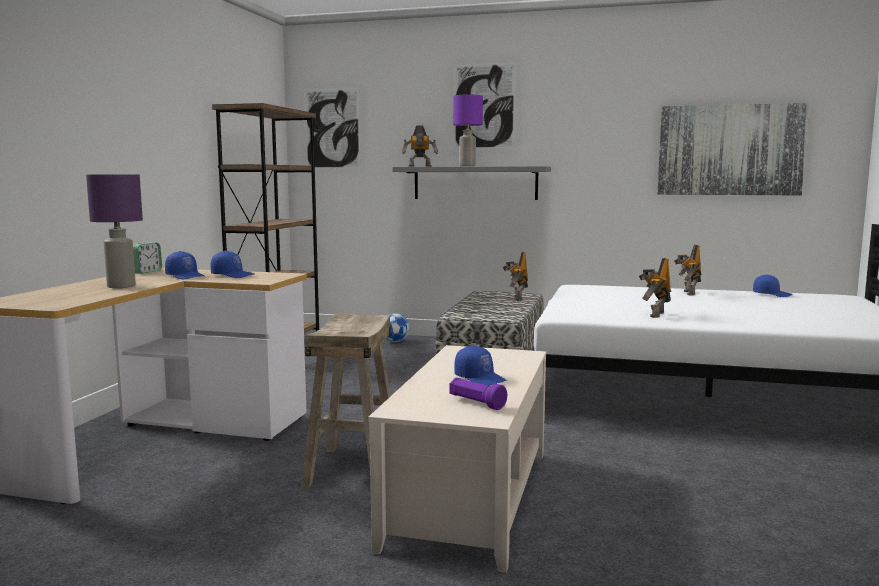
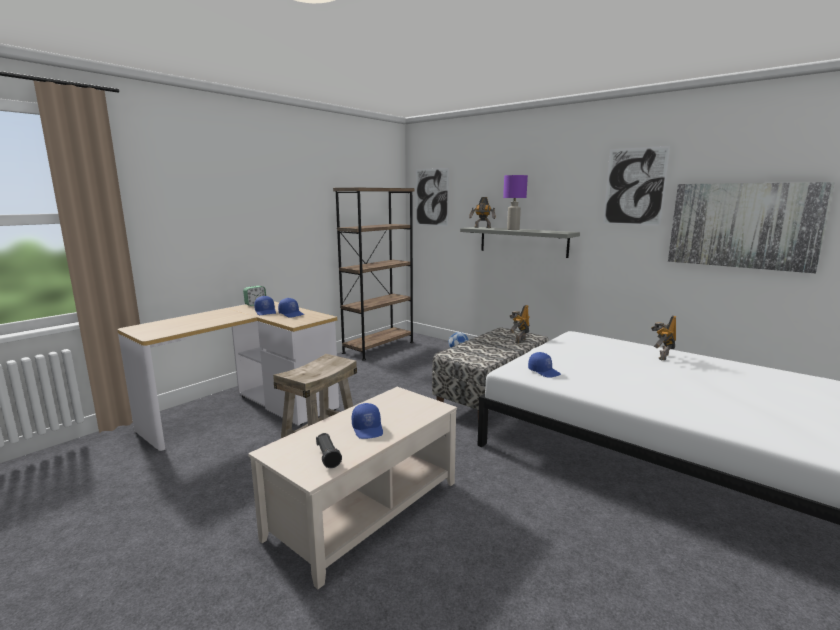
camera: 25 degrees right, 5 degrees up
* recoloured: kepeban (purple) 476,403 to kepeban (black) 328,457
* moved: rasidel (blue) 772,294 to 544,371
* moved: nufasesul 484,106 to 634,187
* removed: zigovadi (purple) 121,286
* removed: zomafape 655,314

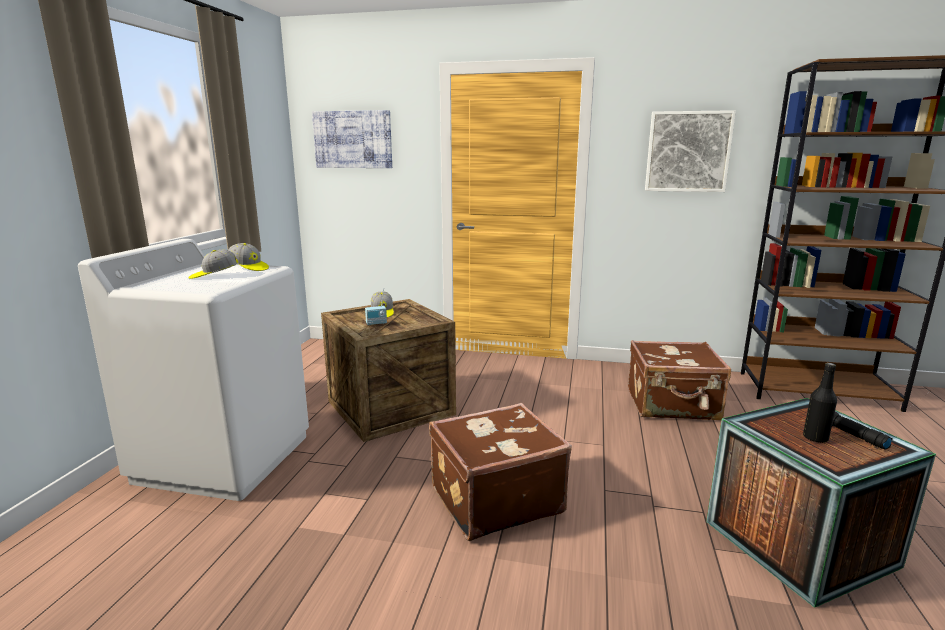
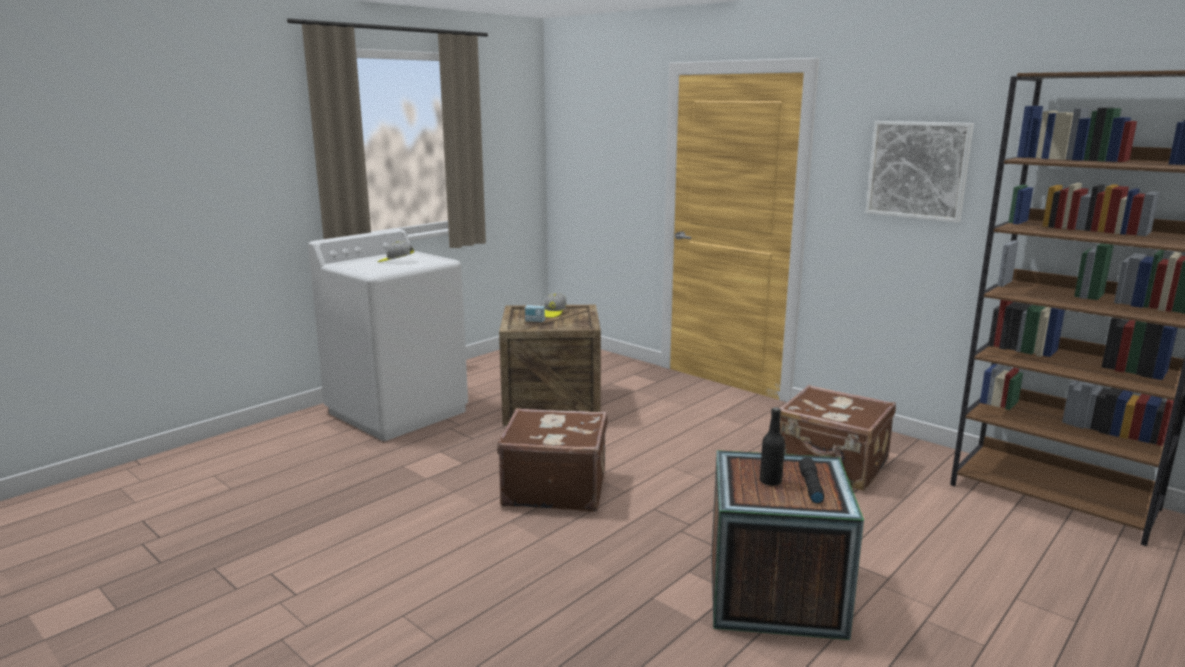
camera: 30 degrees right, 0 degrees up
* removed: rasidel 249,268
* removed: nufasesul 353,139

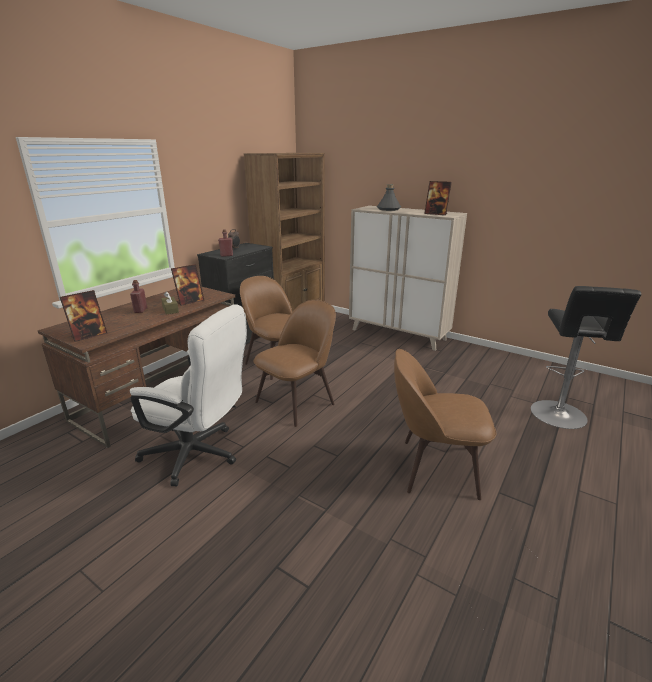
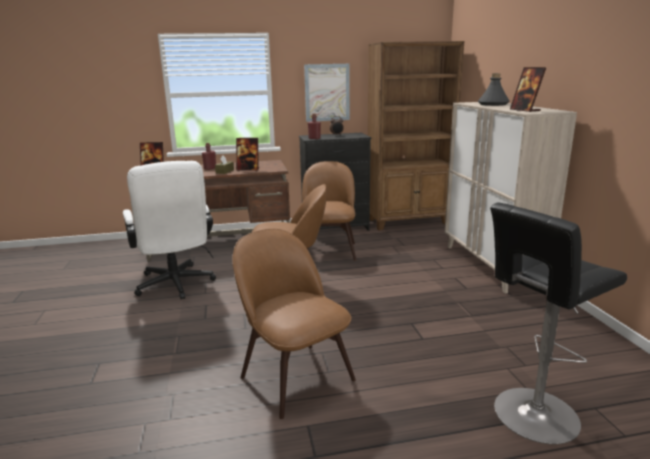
camera: 45 degrees right, 5 degrees down
* added: nufasesul 327,92

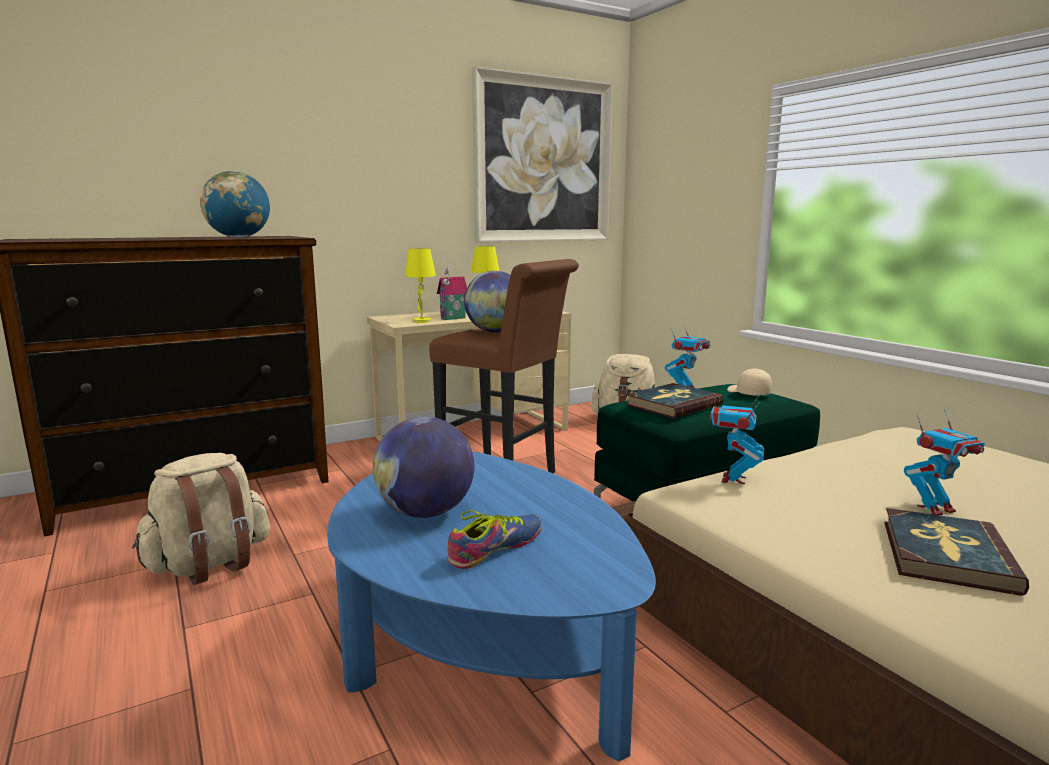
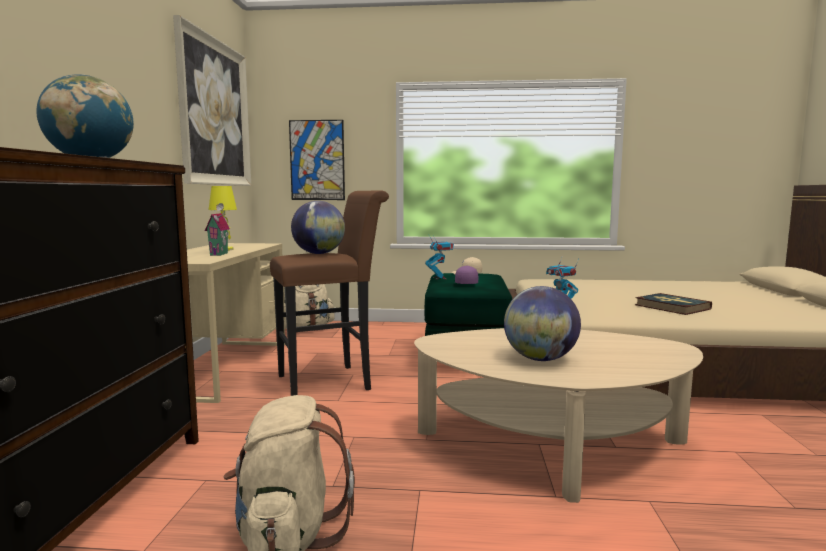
camera: 55 degrees left, 5 degrees down
* added: nufasesul 317,160
* recoloured: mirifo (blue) 480,642 to mirifo (beige) 552,446
* replaced: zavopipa 673,405 to rasidel (purple) 465,283
* removed: zigovadi (yellow) 422,321
* removed: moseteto 495,548
* removed: zomafape 935,509

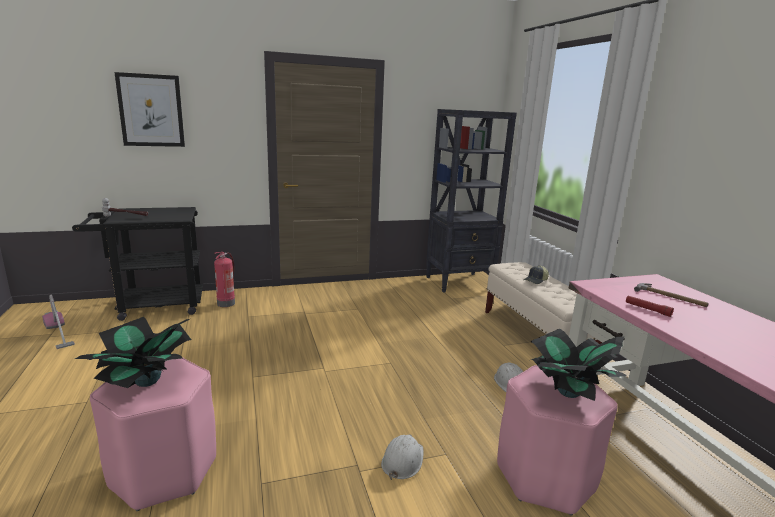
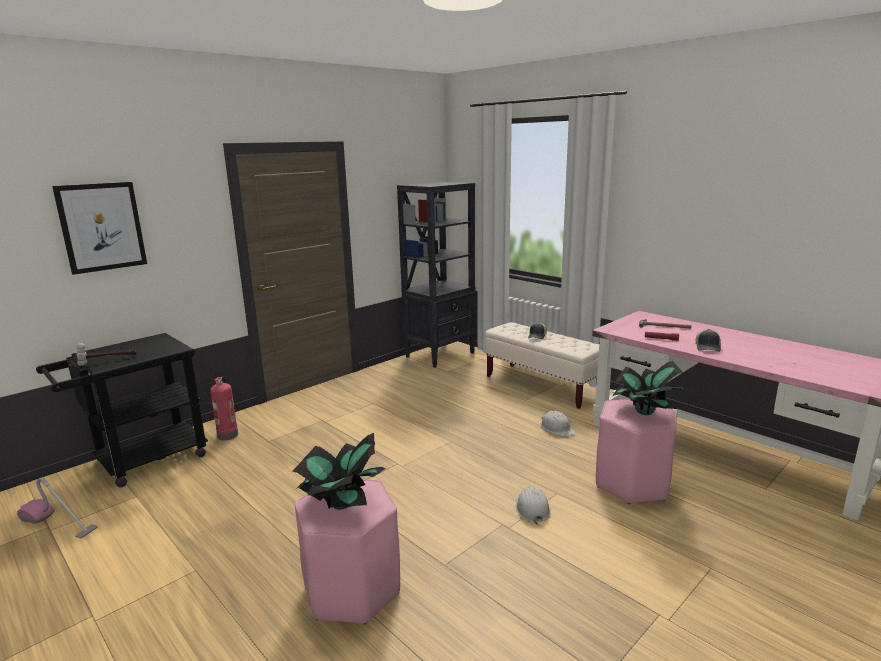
camera: 25 degrees left, 0 degrees up
* added: rasidel 708,347

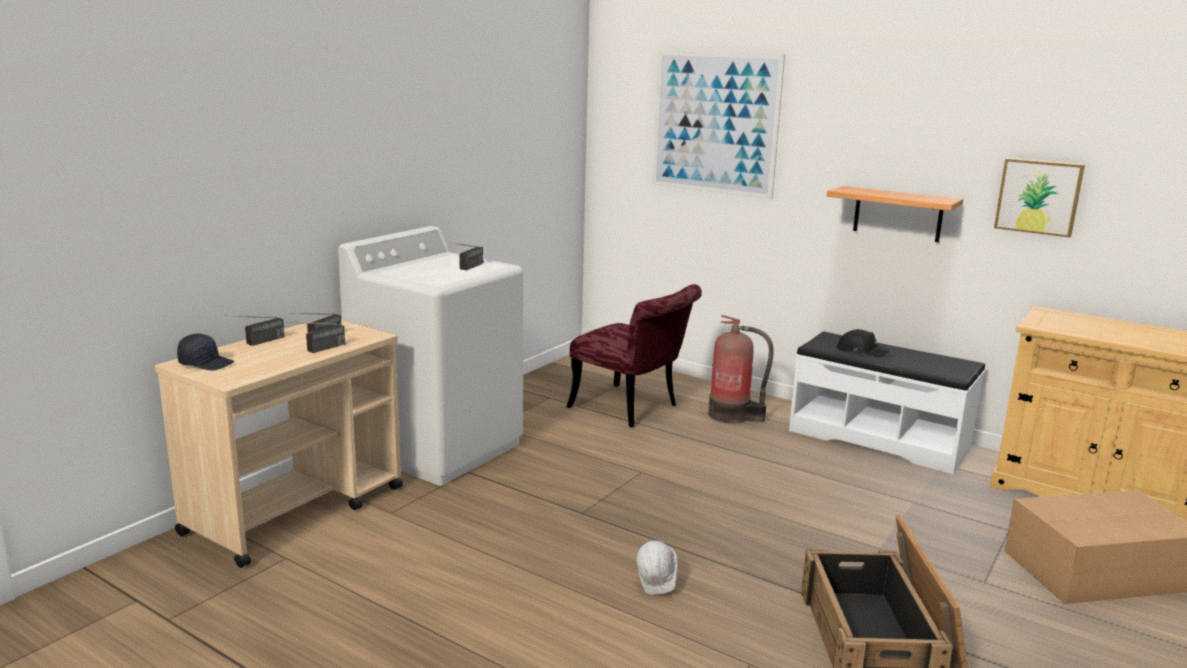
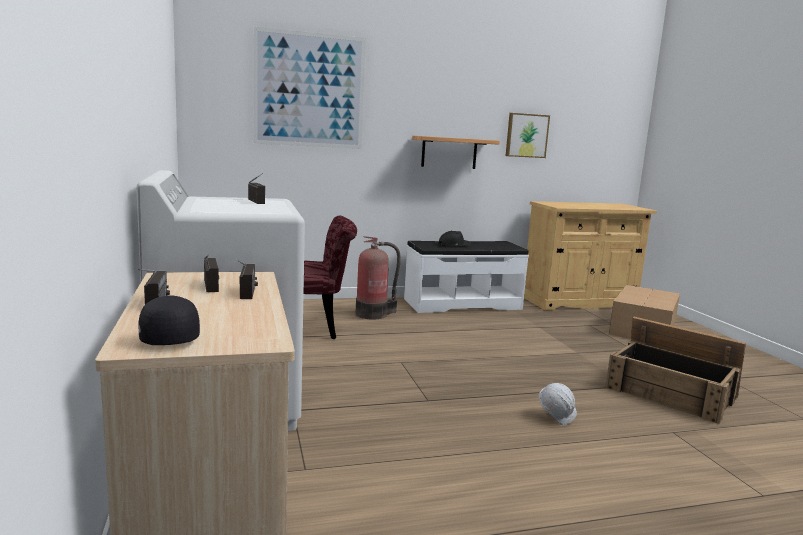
camera: 50 degrees left, 5 degrees down
* turned: rasidel (black) 206,363 = 168,337 75 degrees counterclockwise

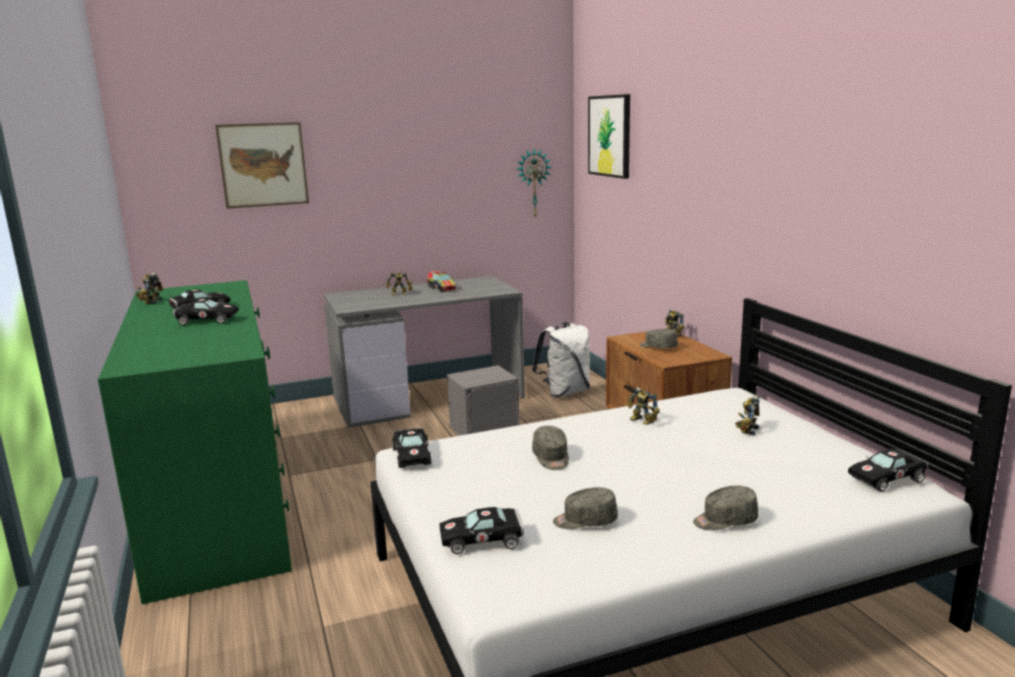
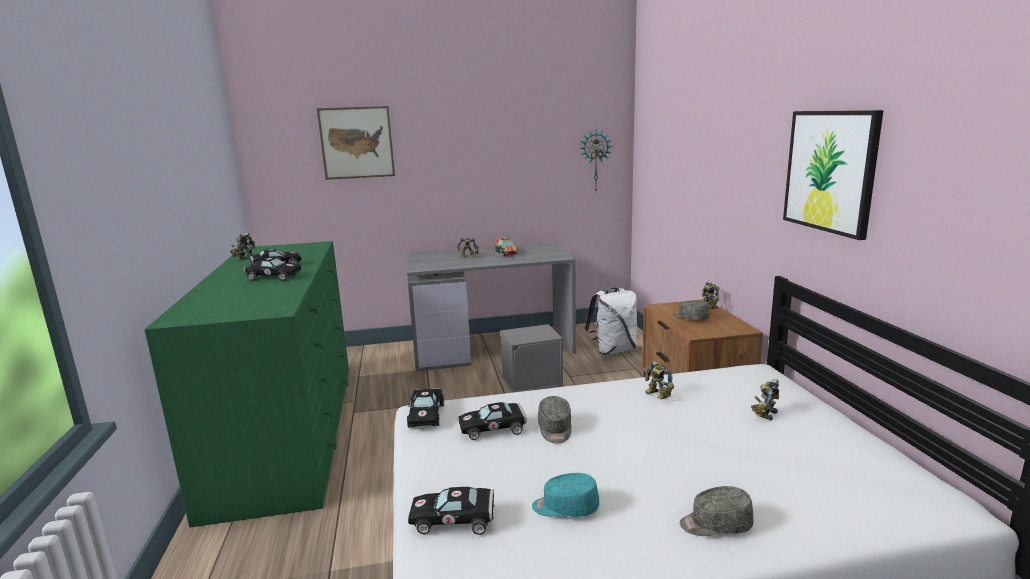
camera: 10 degrees right, 0 degrees up
* moved: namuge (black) 888,478 to 495,428
* recoloured: rasidel (grey) 585,521 to rasidel (turquoise) 565,508
* moved: nufasesul 610,136 to 830,171

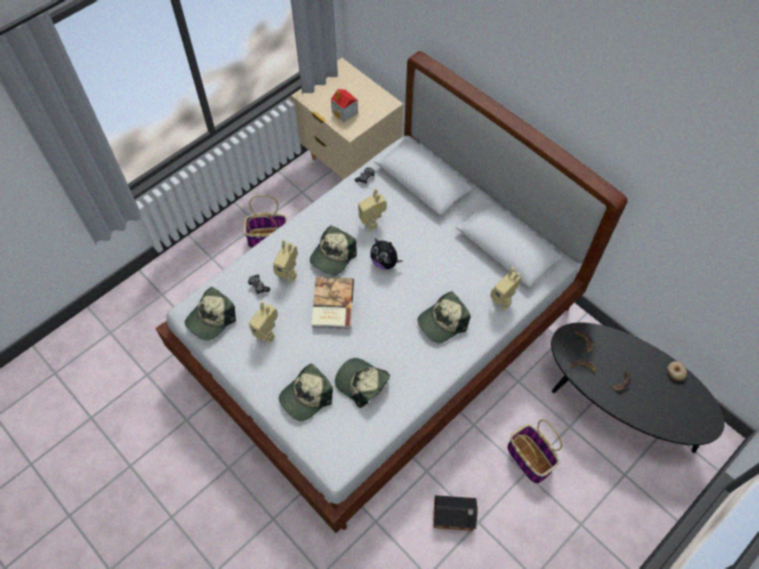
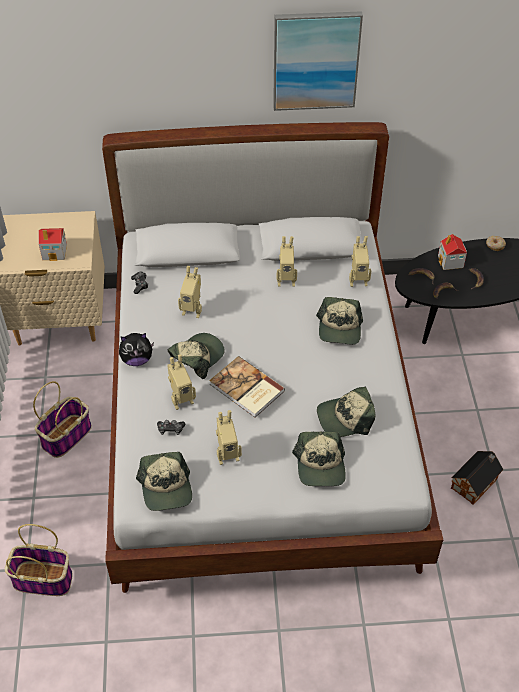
camera: 50 degrees left, 10 degrees down
* moved: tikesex 530,459 to 44,579
* moved: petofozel 385,262 to 137,360
* turned: rasidel 333,256 = 197,357 120 degrees counterclockwise
* added: nufasesul 315,60
* added: zomafape 286,280
* added: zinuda 450,262

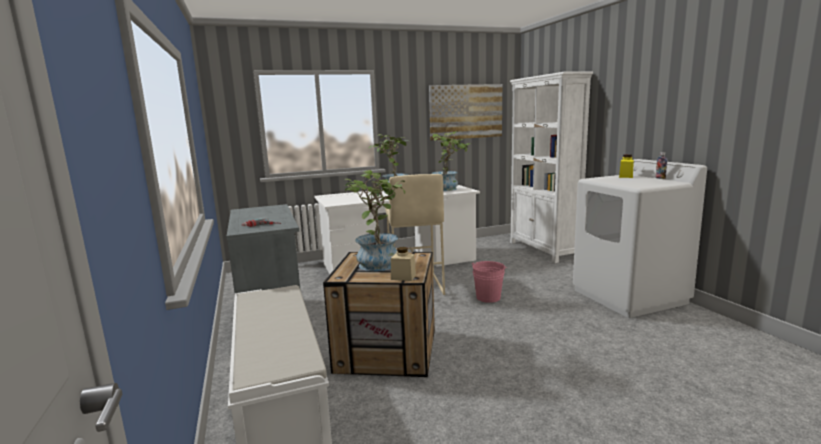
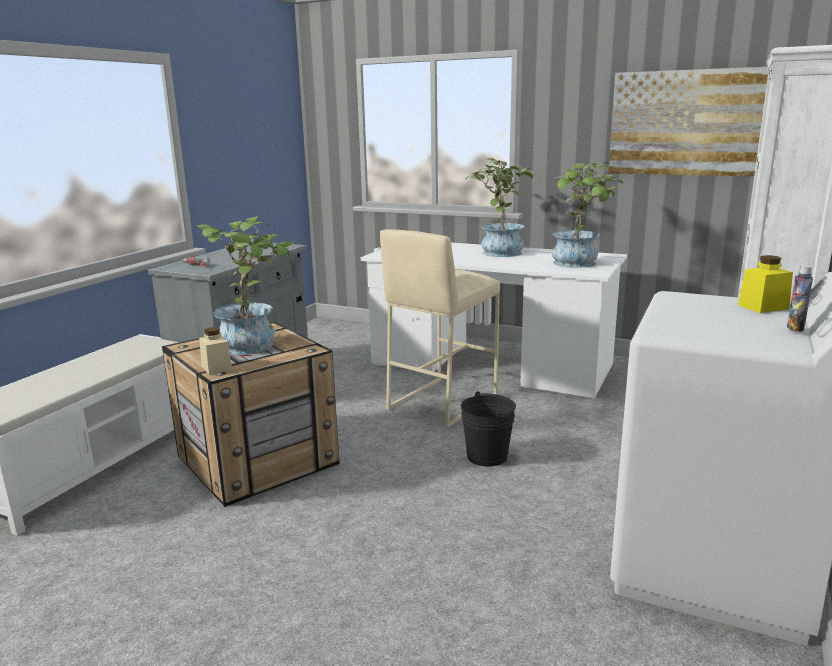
camera: 45 degrees right, 5 degrees up
* recoloured: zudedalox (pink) 488,297 to zudedalox (black) 487,456

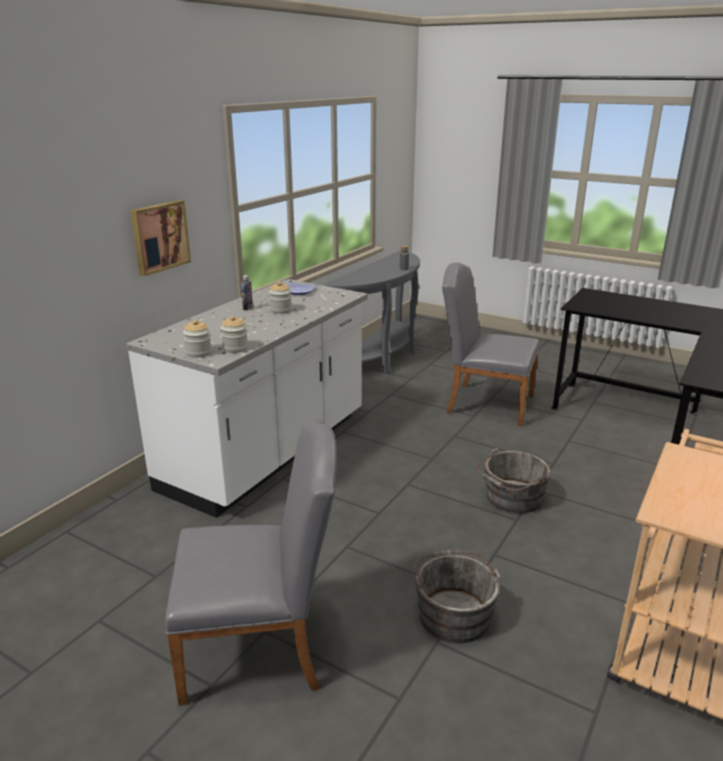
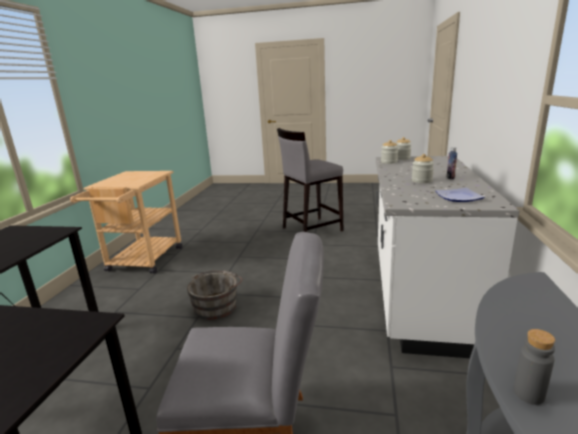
camera: 160 degrees right, 5 degrees down
* replaced: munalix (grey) 262,647 to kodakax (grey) 311,229
* removed: nufasesul 159,237
* removed: zudedalox (grey) 453,612

